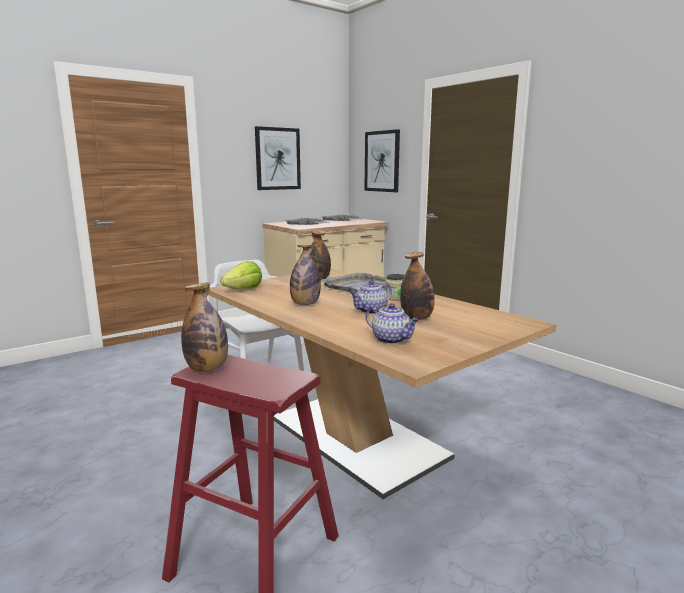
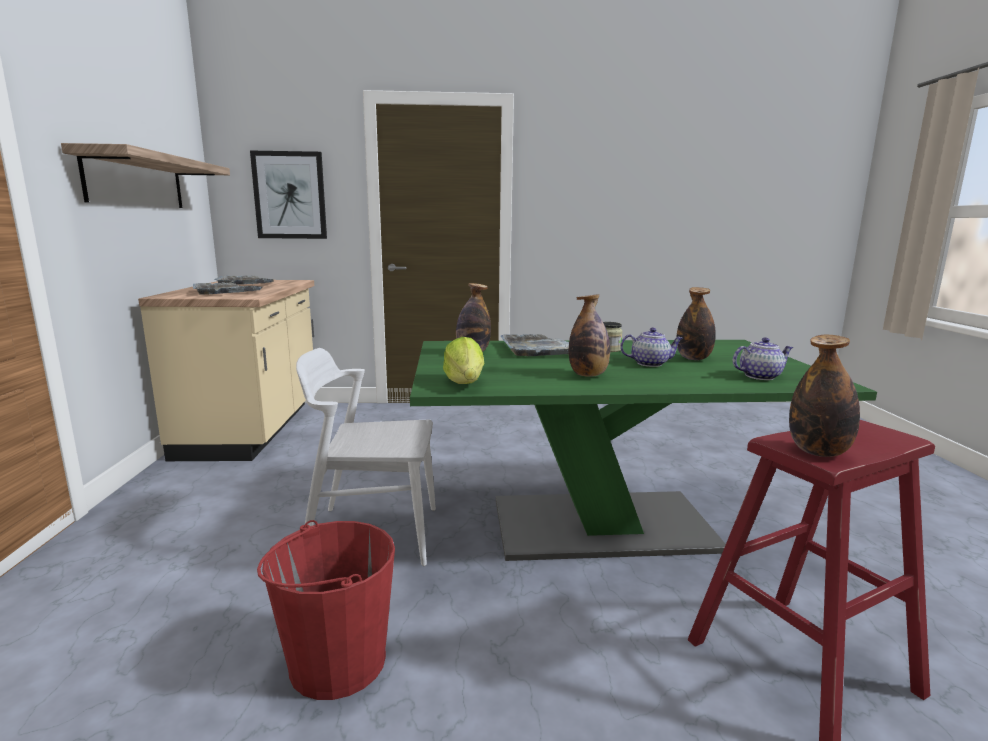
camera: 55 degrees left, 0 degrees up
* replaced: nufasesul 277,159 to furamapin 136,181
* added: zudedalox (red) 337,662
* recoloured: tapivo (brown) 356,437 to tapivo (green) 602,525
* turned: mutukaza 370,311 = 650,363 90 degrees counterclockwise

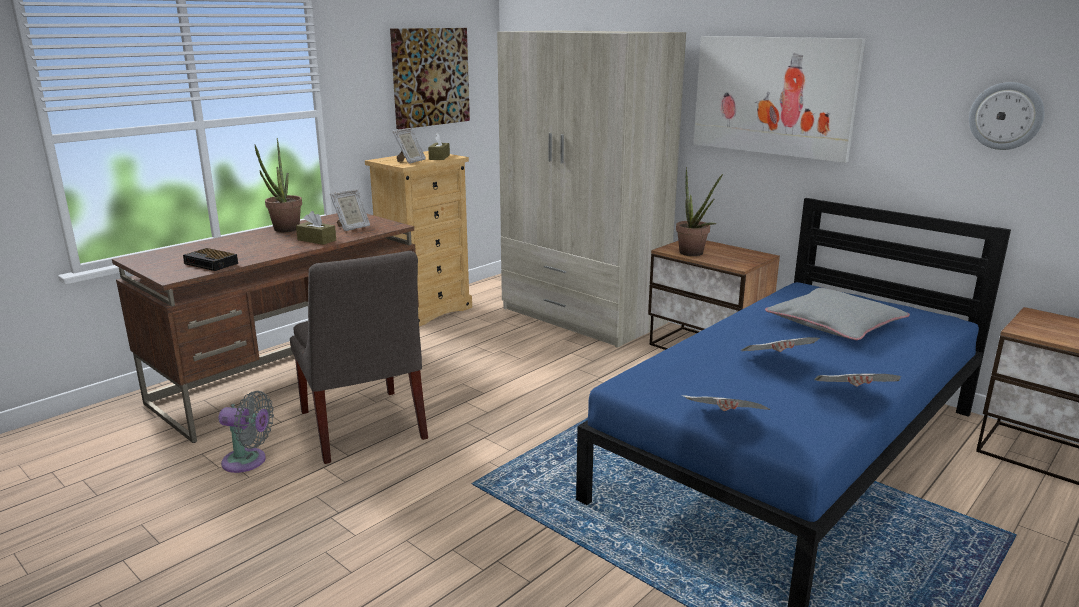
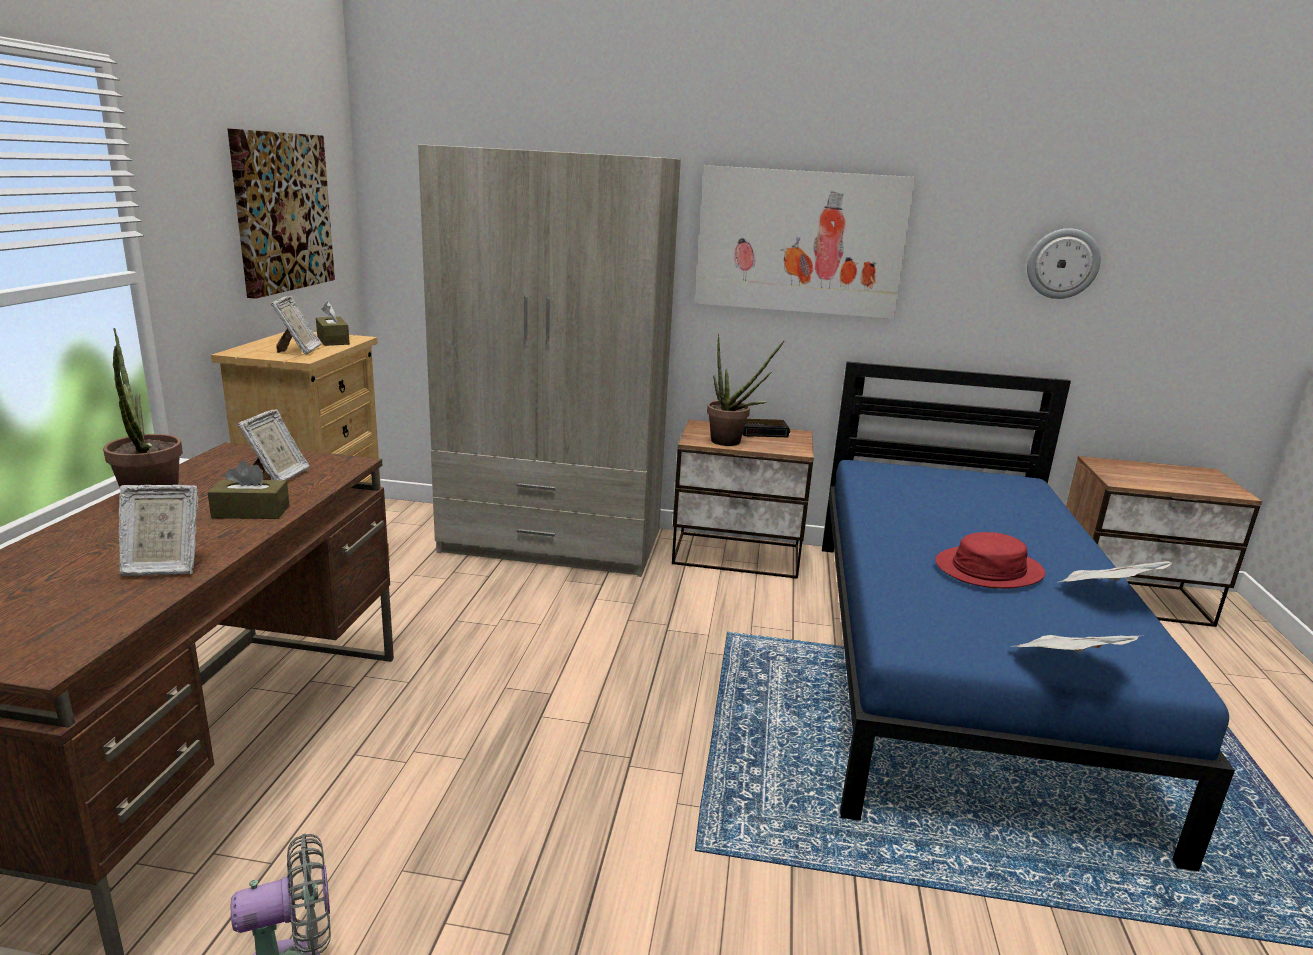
camera: 35 degrees left, 0 degrees up
* added: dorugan 162,567
* moved: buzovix 212,264 to 764,432
* replaced: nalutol 776,363 to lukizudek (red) 988,569
* removed: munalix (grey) 362,428
* removed: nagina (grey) 835,324

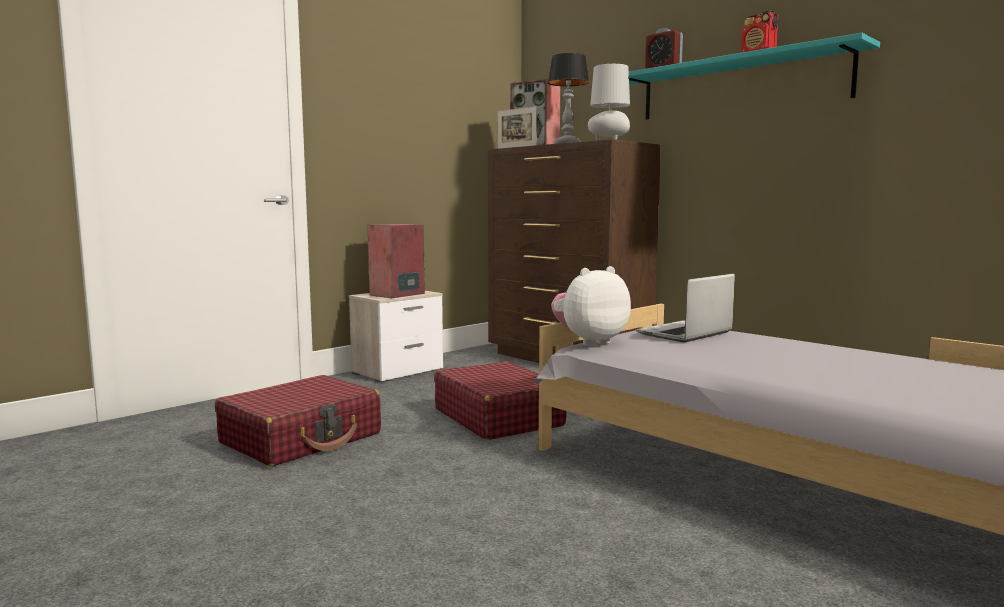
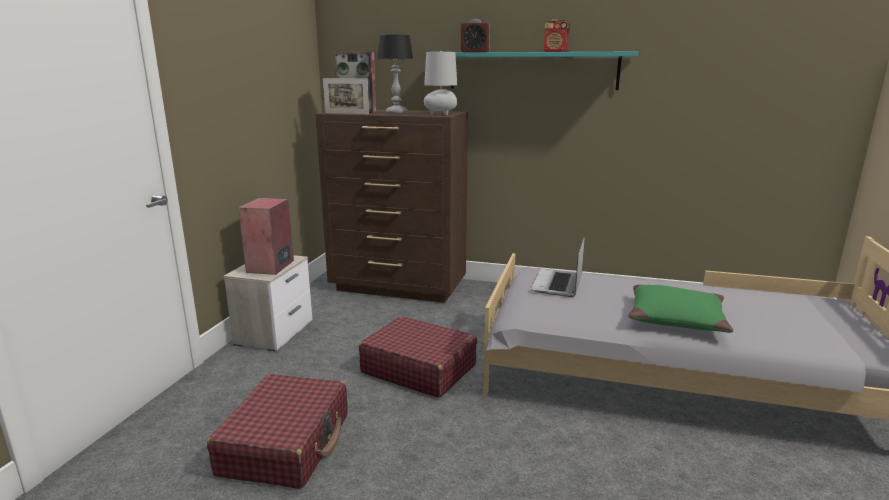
camera: 30 degrees left, 10 degrees up
* added: nagina (green) 676,319
* removed: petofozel 589,342

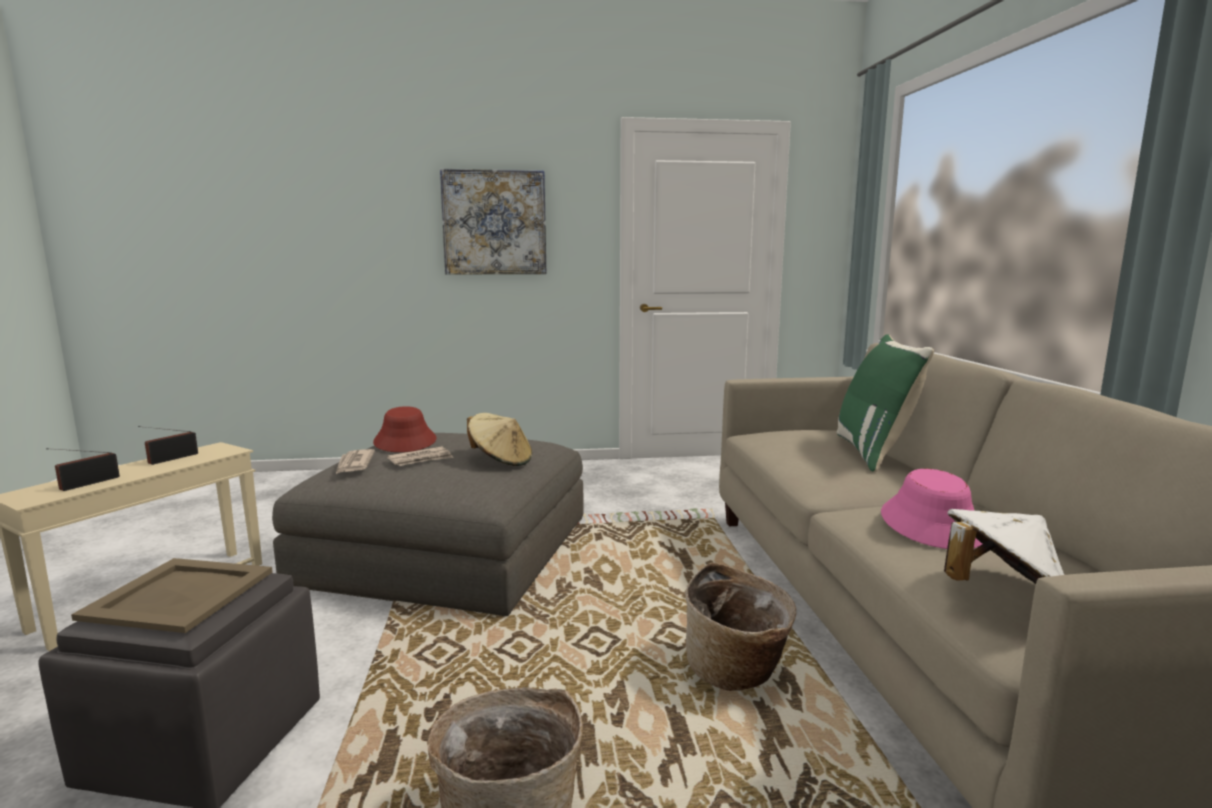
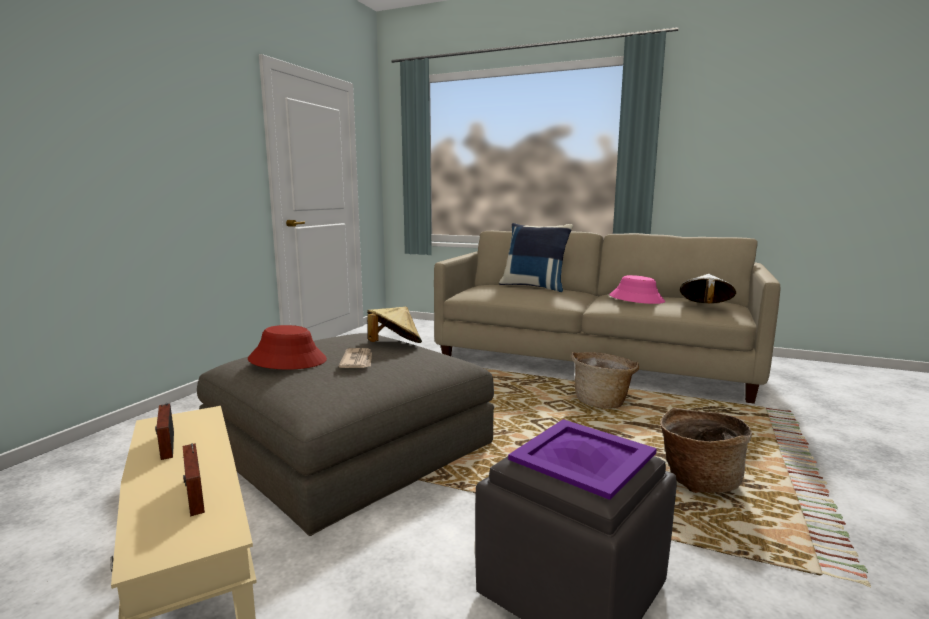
camera: 60 degrees left, 0 degrees up
* recoloured: nagina (green) 875,453 to nagina (blue) 534,287
* recoloured: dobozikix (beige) 181,594 to dobozikix (purple) 582,455
* removed: nalutol 354,464
* removed: nufasesul 494,222

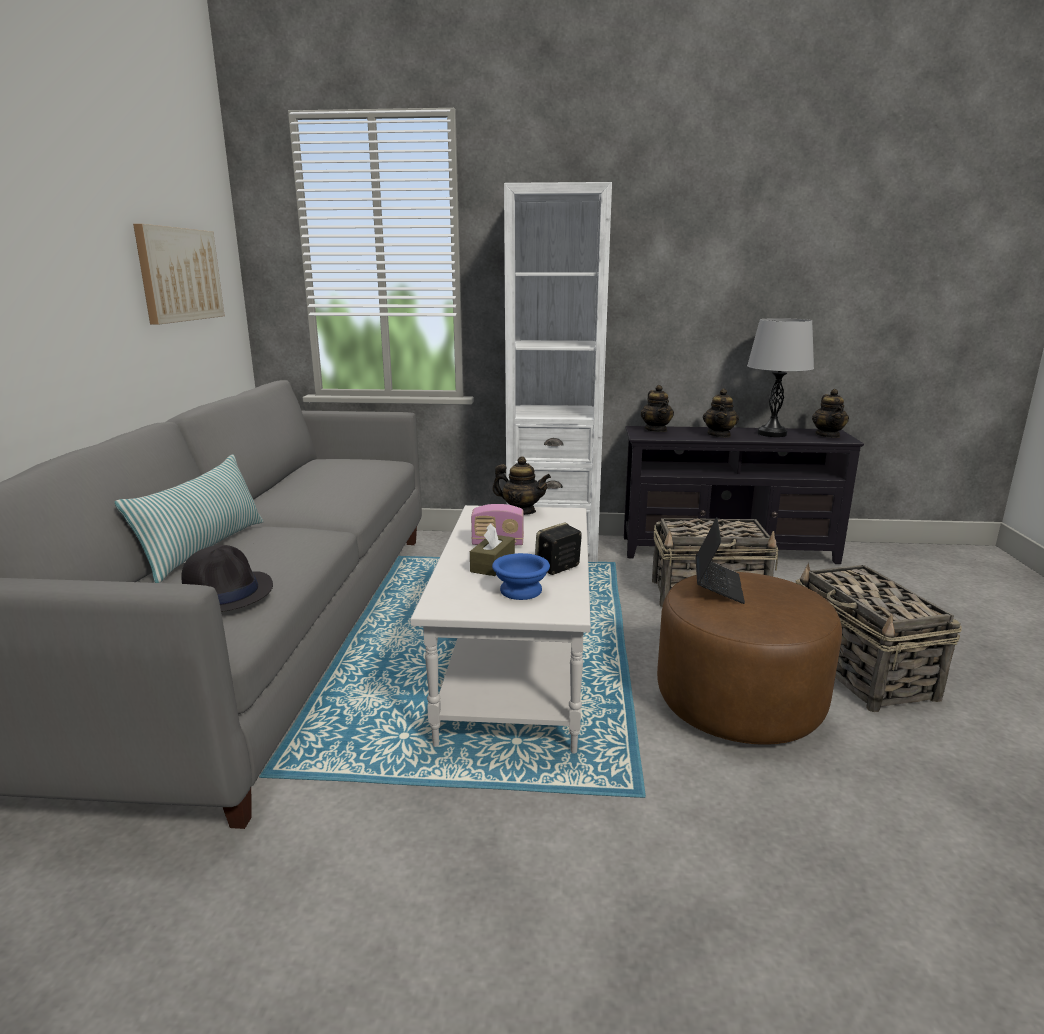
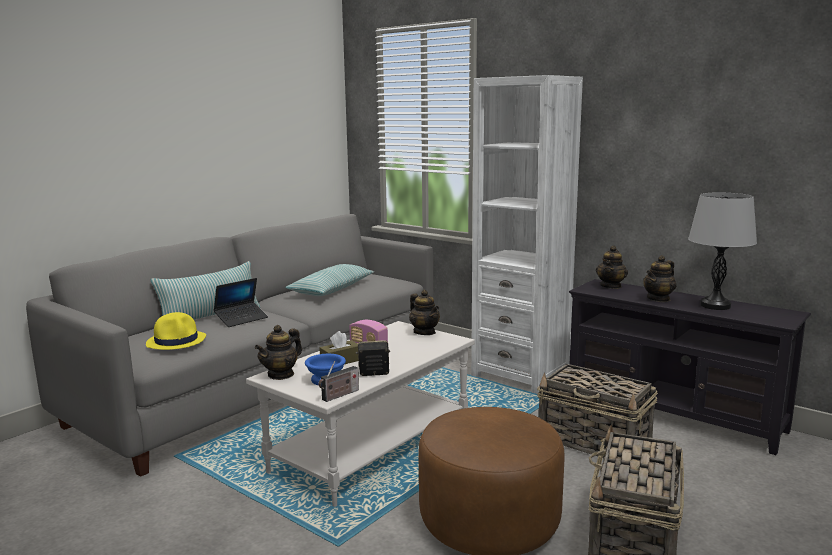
camera: 35 degrees right, 5 degrees down
* recoloured: lukizudek (black) 222,593 to lukizudek (yellow) 177,341
* moved: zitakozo 717,586 to 241,319
* moved: mutukaza 828,435 to 281,374
* added: nagina 332,289
* added: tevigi 339,395
* removed: nufasesul 179,274

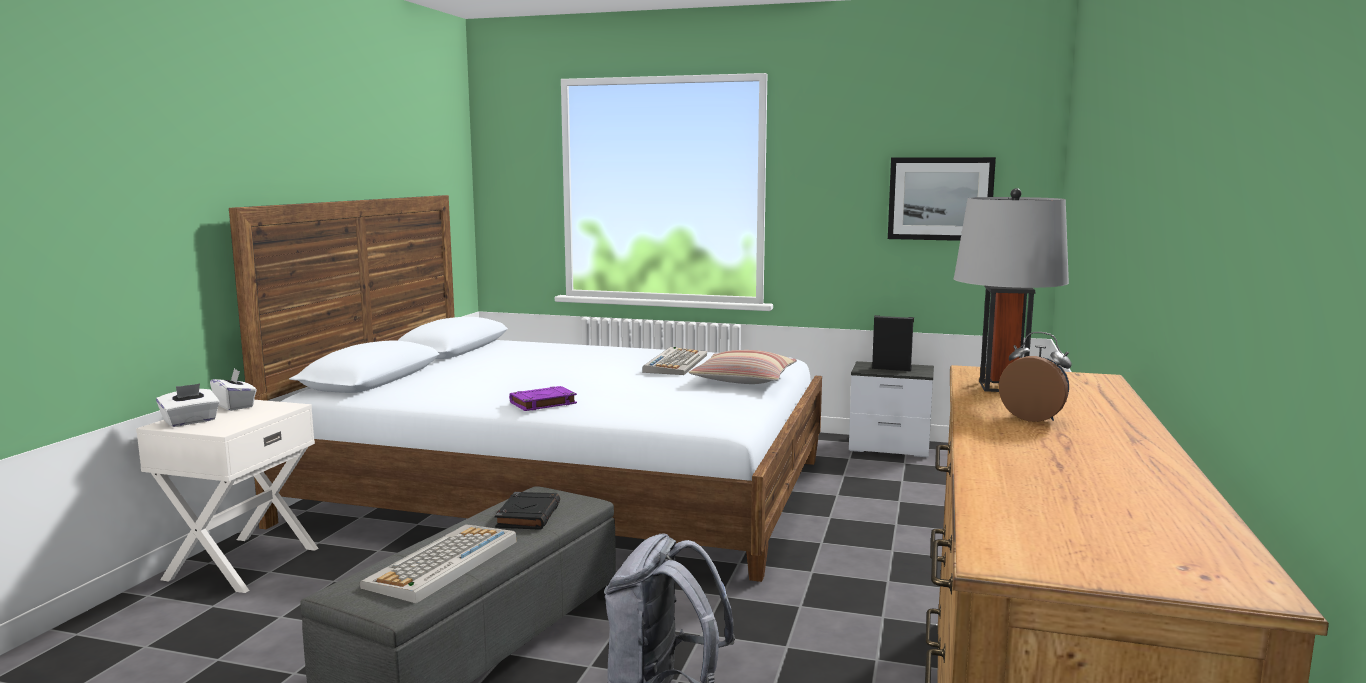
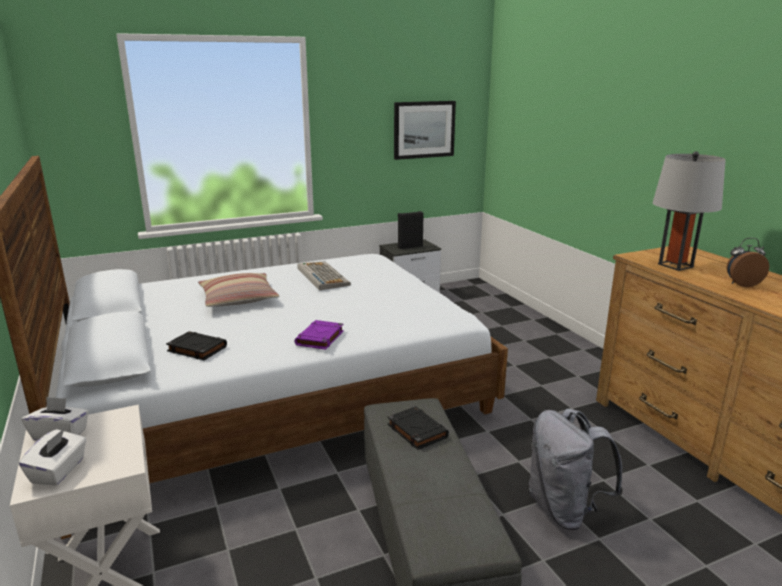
camera: 40 degrees left, 10 degrees up
* added: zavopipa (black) 196,349
* moved: nagina 744,380 to 238,299
* removed: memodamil 442,564

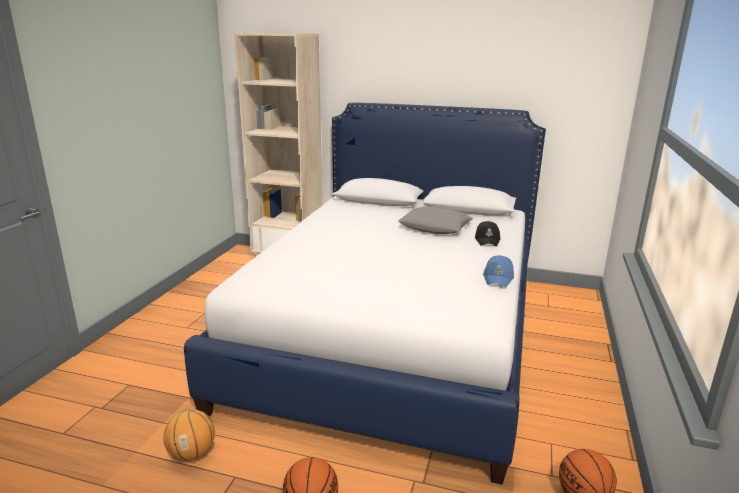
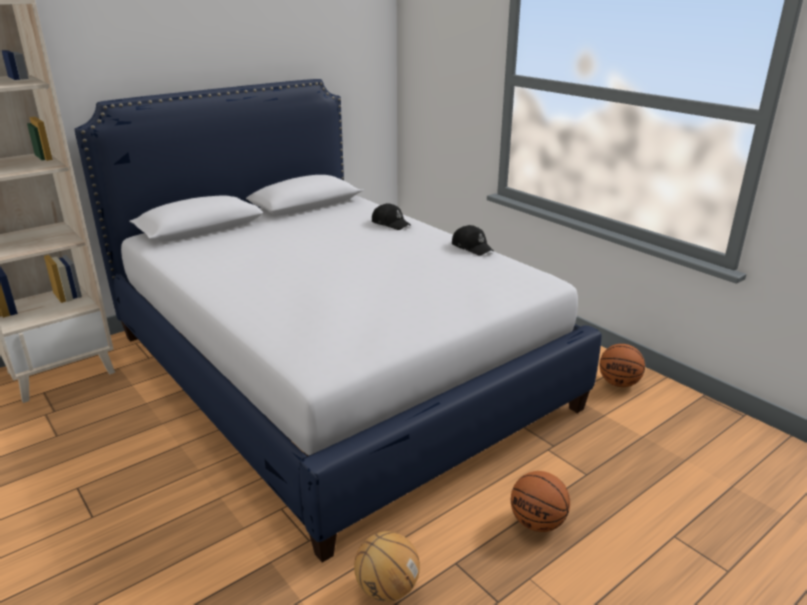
camera: 55 degrees left, 5 degrees up
* recoloured: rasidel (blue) 498,277 to rasidel (black) 472,247
* removed: nagina (grey) 435,227

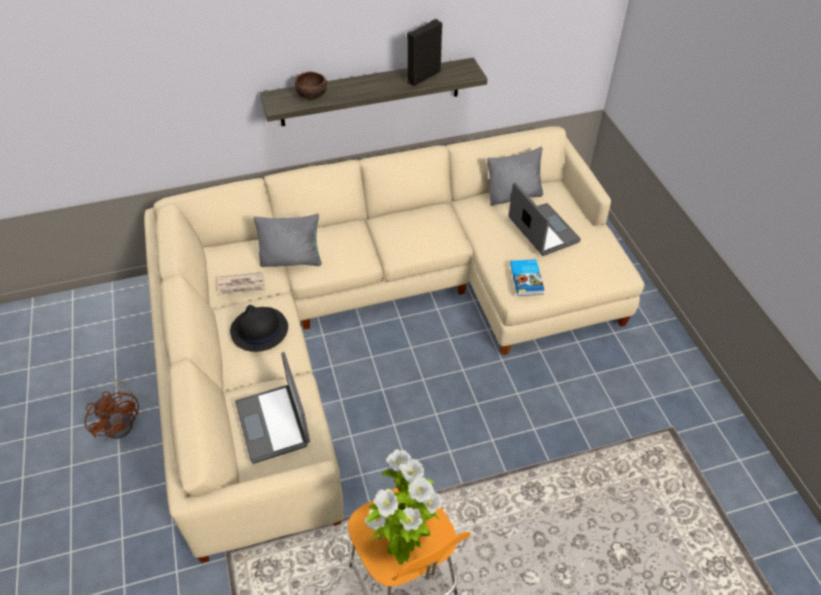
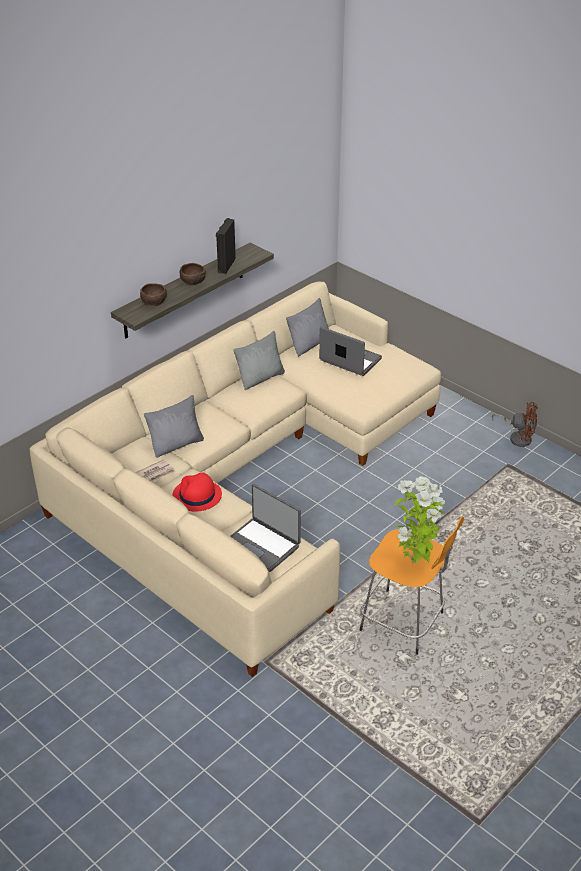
camera: 30 degrees left, 10 degrees down
* recoloured: lukizudek (black) 259,330 to lukizudek (red) 197,496
* added: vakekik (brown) 193,281
* added: nagina (grey) 260,378
* moved: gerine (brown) 122,421 to 518,437
* removed: zavopipa 527,279

